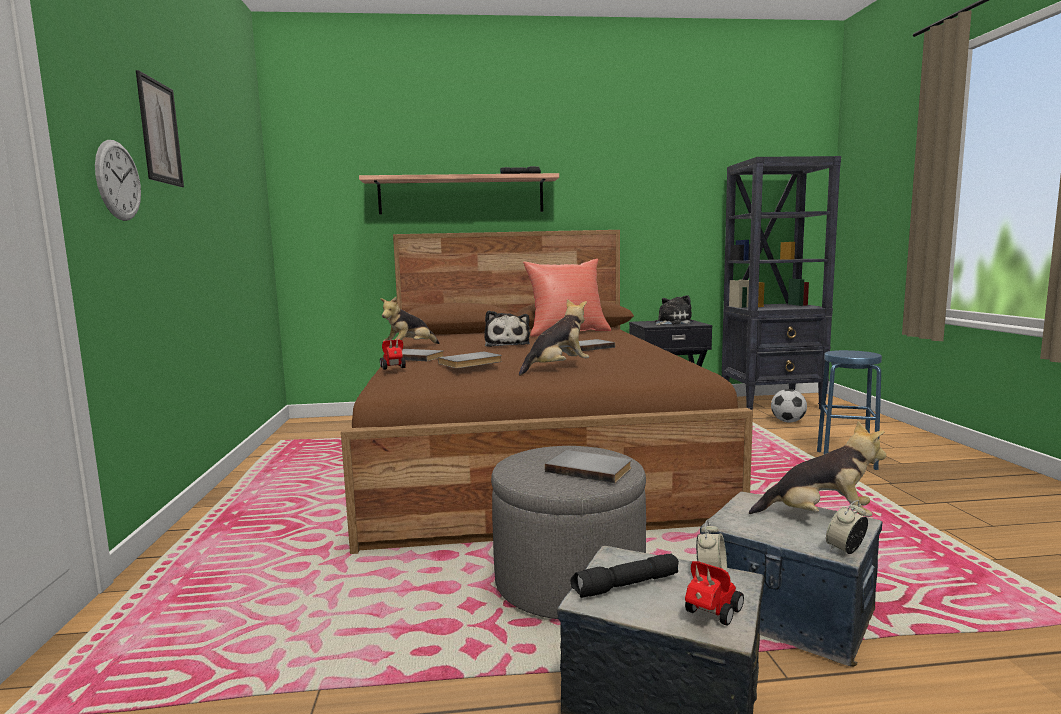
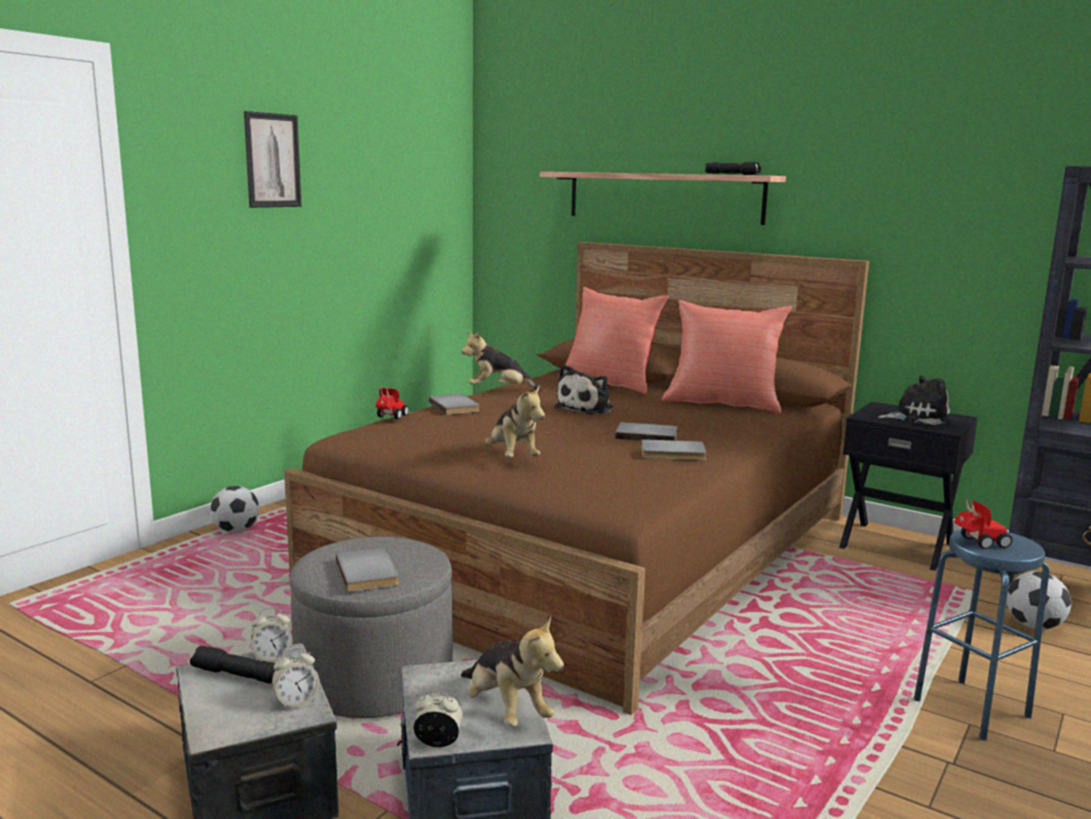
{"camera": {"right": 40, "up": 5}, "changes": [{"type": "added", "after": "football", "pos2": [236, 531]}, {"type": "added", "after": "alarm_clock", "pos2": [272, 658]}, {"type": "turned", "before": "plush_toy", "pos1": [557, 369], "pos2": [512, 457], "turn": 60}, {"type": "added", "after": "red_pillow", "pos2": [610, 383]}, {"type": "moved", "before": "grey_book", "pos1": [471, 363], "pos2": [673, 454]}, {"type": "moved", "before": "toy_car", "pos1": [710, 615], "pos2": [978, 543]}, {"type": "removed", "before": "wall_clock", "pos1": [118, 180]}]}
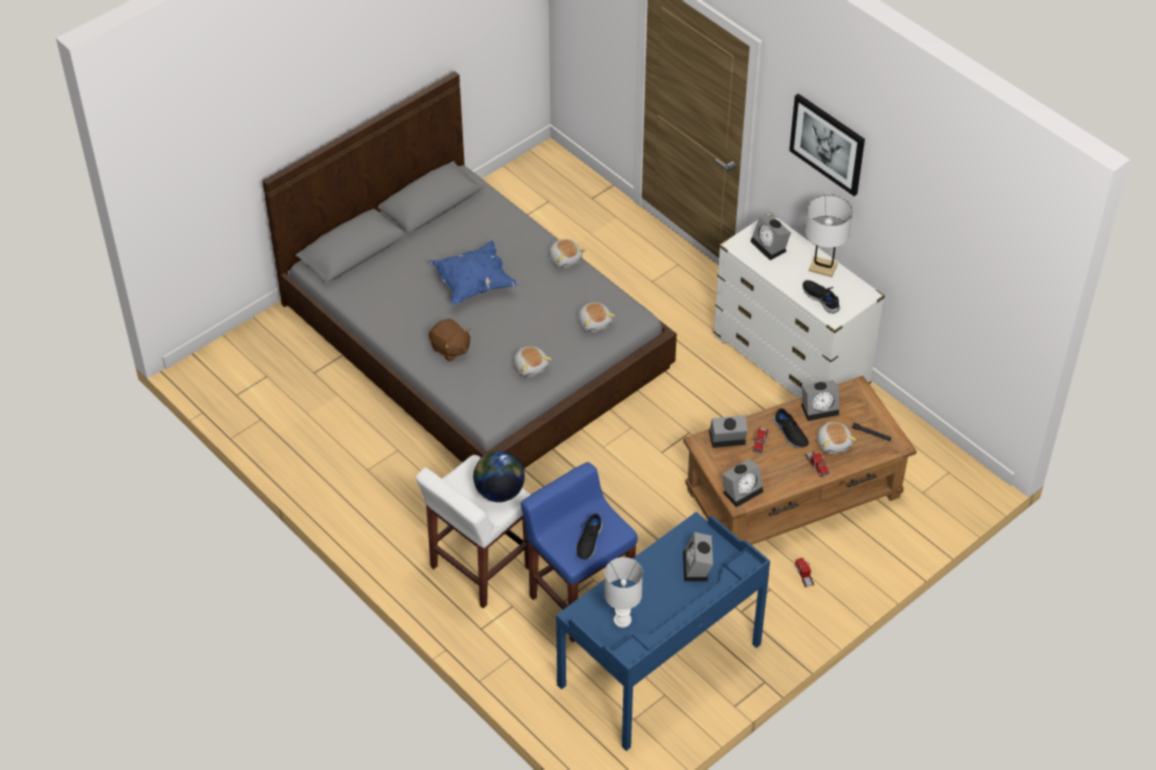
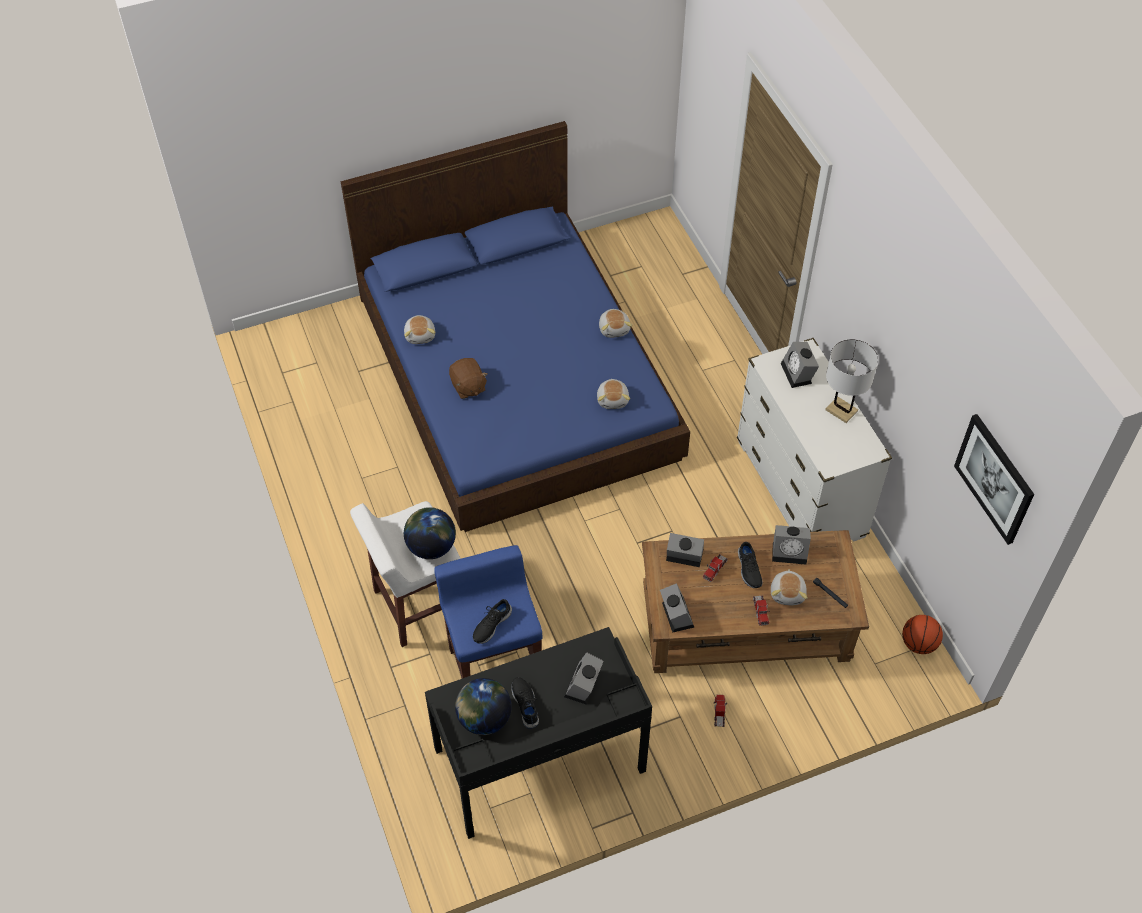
{"camera": {"right": 20, "up": 5}, "changes": [{"type": "recoloured", "before": "grey_bed", "after": "blue_bed", "pos1": [475, 334], "pos2": [517, 375]}, {"type": "moved", "before": "plush_toy", "pos1": [531, 367], "pos2": [420, 335]}, {"type": "recoloured", "before": "blue_desk", "after": "black_desk", "pos1": [660, 665], "pos2": [540, 761]}, {"type": "replaced", "before": "white_table_lamp", "after": "globe", "pos1": [621, 620], "pos2": [484, 719]}, {"type": "moved", "before": "black_shoe", "pos1": [821, 299], "pos2": [526, 704]}, {"type": "turned", "before": "alarm_clock", "pos1": [742, 490], "pos2": [675, 614], "turn": -90}, {"type": "added", "after": "basketball", "pos2": [919, 644]}, {"type": "moved", "before": "picture", "pos1": [827, 143], "pos2": [995, 478]}, {"type": "removed", "before": "blue_pillow", "pos1": [473, 284]}]}
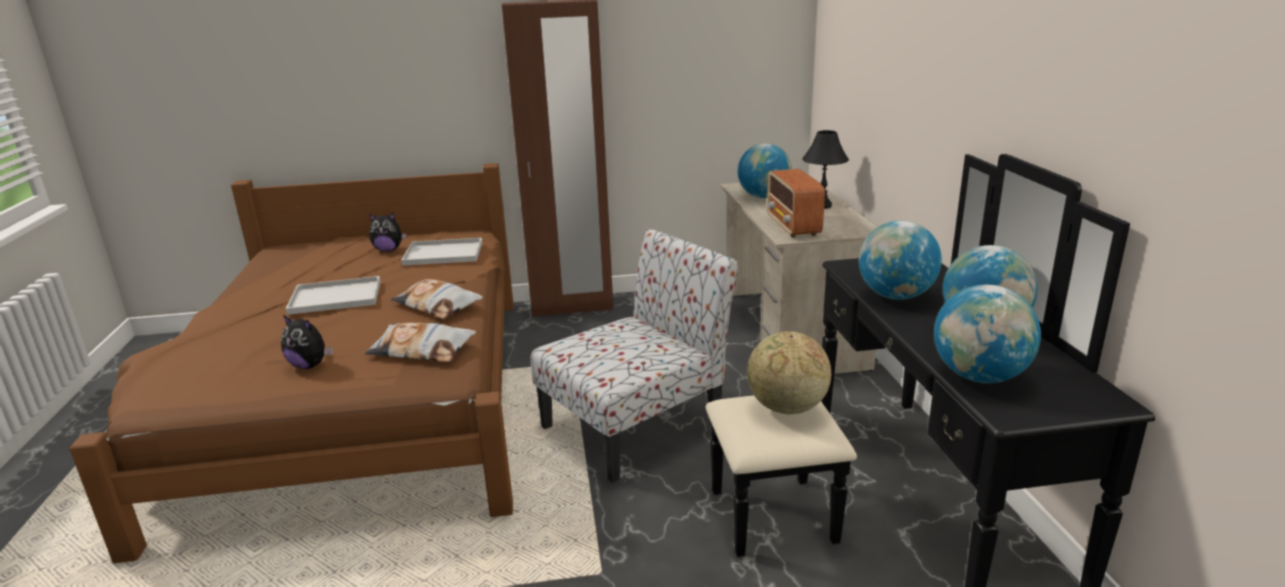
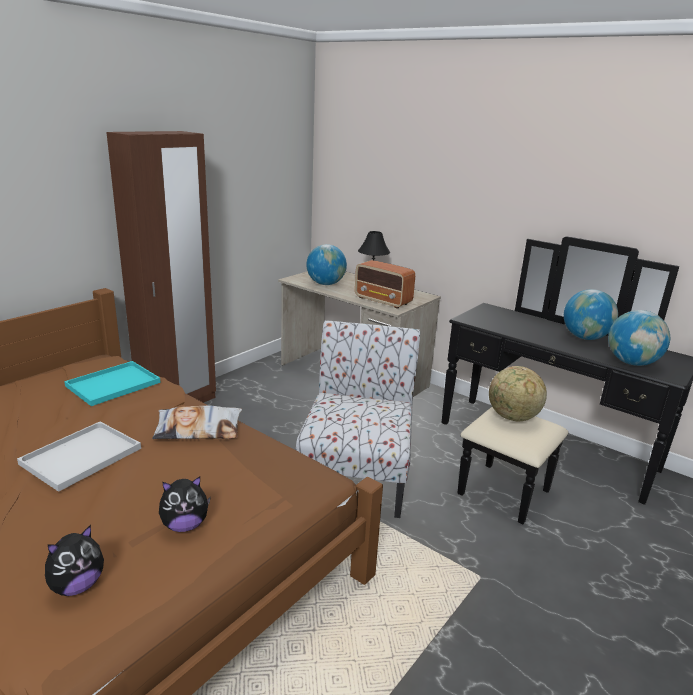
{"camera": {"right": -45, "up": 0}, "changes": [{"type": "moved", "before": "plush_toy", "pos1": [388, 250], "pos2": [77, 585]}, {"type": "recoloured", "before": "white_tray", "after": "turquoise_tray", "pos1": [441, 254], "pos2": [112, 385]}, {"type": "removed", "before": "pillow", "pos1": [422, 350]}, {"type": "removed", "before": "globe", "pos1": [895, 296]}]}
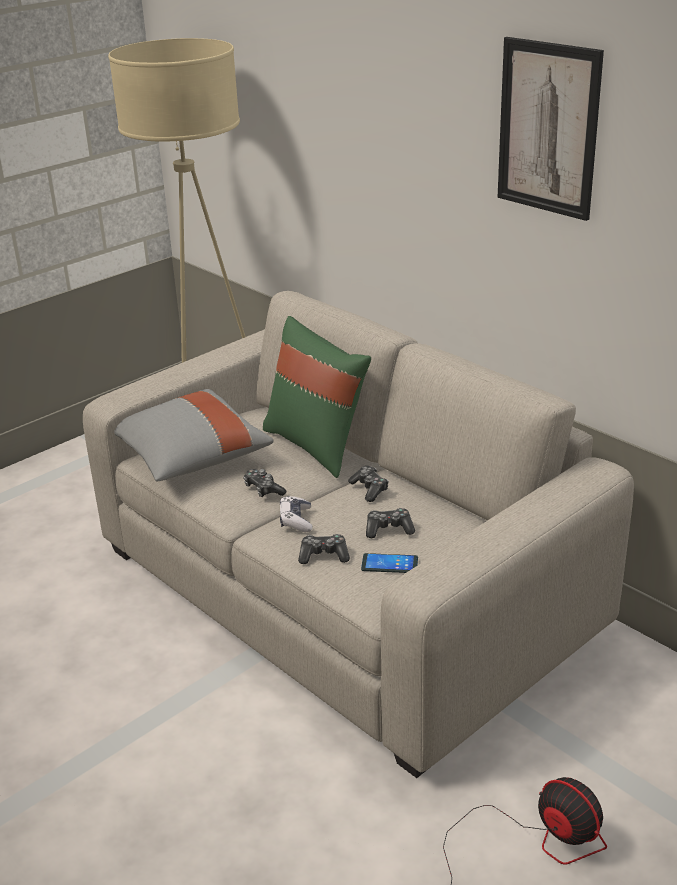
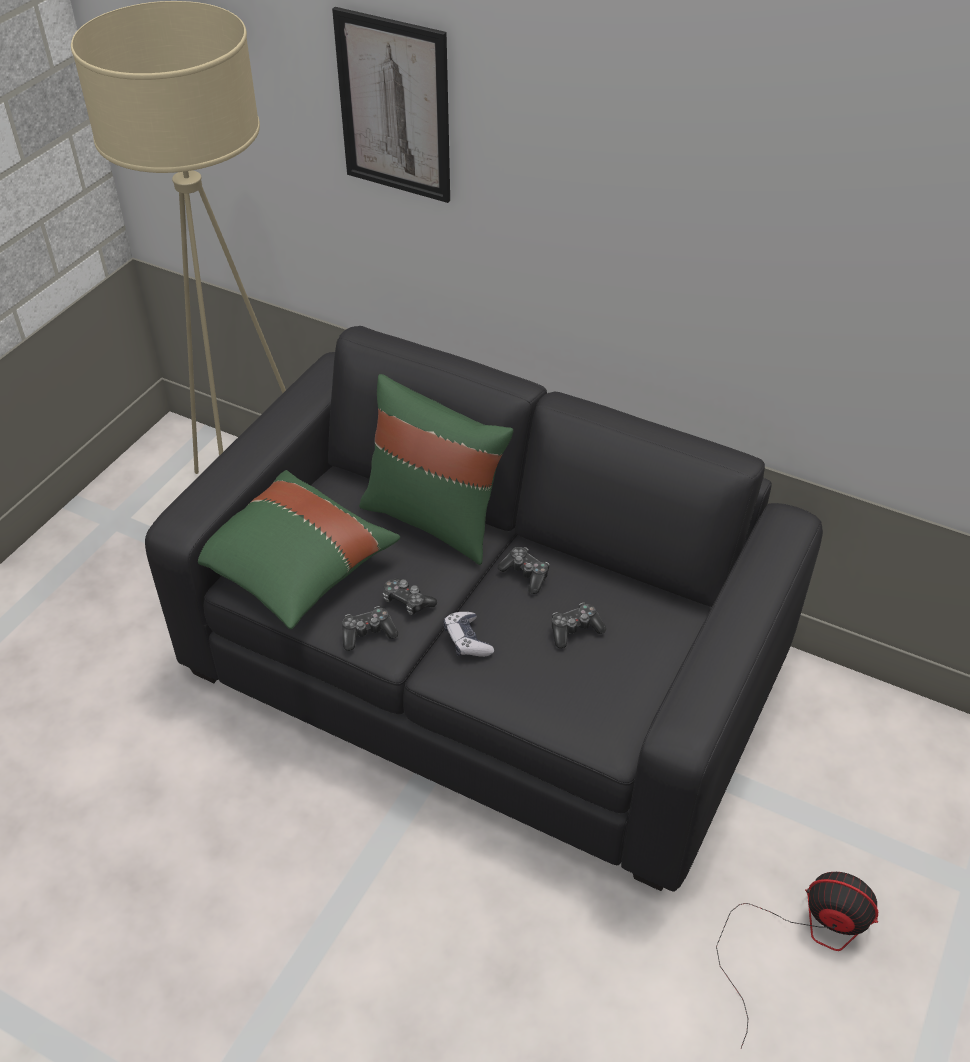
{"camera": {"right": -20, "up": 15}, "changes": [{"type": "recoloured", "before": "beige_sofa", "after": "black_sofa", "pos1": [344, 588], "pos2": [485, 666]}, {"type": "recoloured", "before": "grey_pillow", "after": "green_pillow", "pos1": [189, 456], "pos2": [293, 568]}, {"type": "moved", "before": "picture", "pos1": [548, 128], "pos2": [394, 107]}, {"type": "moved", "before": "game_controller", "pos1": [324, 555], "pos2": [367, 633]}, {"type": "removed", "before": "phone", "pos1": [389, 564]}]}
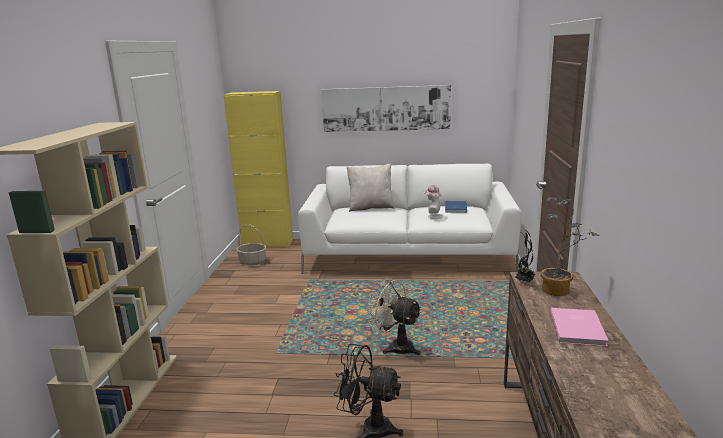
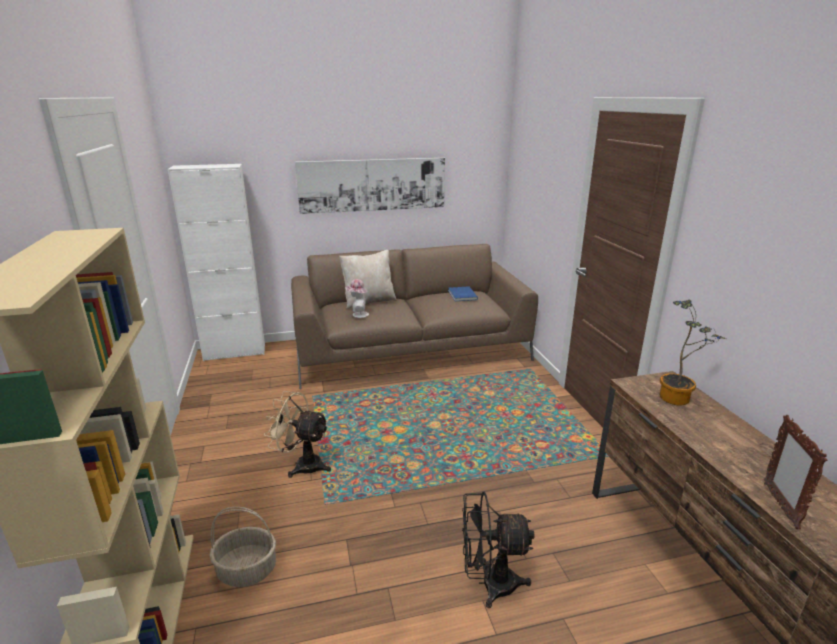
{"camera": {"right": -20, "up": 5}, "changes": [{"type": "recoloured", "before": "yellow_cabinet", "after": "white_cabinet", "pos1": [267, 243], "pos2": [235, 352]}, {"type": "moved", "before": "basket", "pos1": [253, 261], "pos2": [247, 569]}, {"type": "moved", "before": "beige_fan", "pos1": [396, 346], "pos2": [302, 465]}, {"type": "recoloured", "before": "white_sofa", "after": "brown_sofa", "pos1": [408, 255], "pos2": [410, 350]}, {"type": "moved", "before": "hat", "pos1": [433, 216], "pos2": [358, 314]}, {"type": "added", "after": "picture_frame", "pos2": [780, 505]}, {"type": "removed", "before": "potted_plant", "pos1": [524, 281]}, {"type": "removed", "before": "pink_book", "pos1": [578, 328]}]}
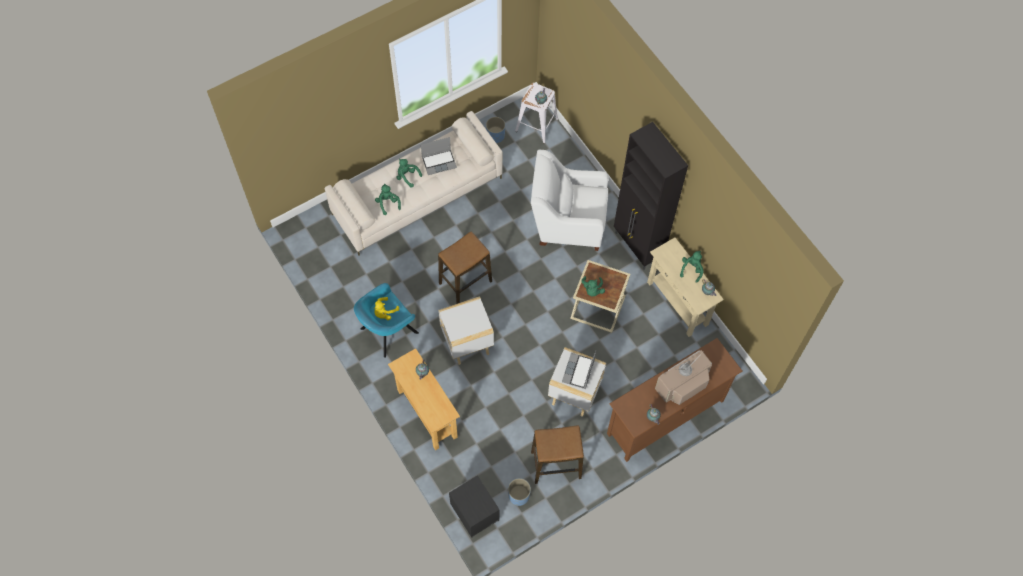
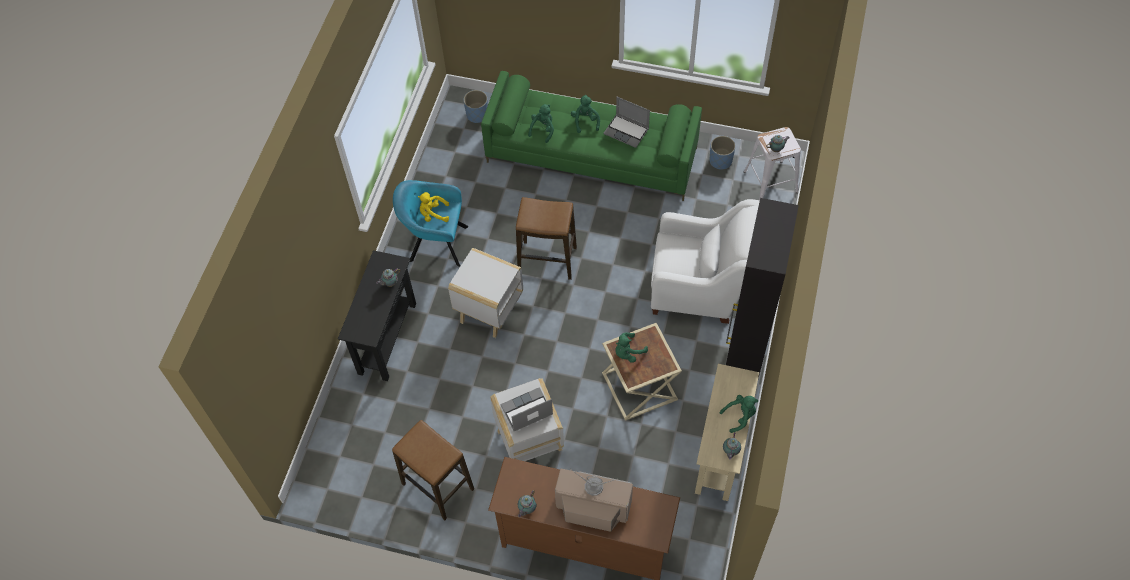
{"camera": {"right": 50, "up": -5}, "changes": [{"type": "recoloured", "before": "beige_console_table", "after": "black_console_table", "pos1": [427, 413], "pos2": [387, 338]}, {"type": "moved", "before": "blue_planter", "pos1": [519, 495], "pos2": [477, 115]}, {"type": "recoloured", "before": "beige_sofa", "after": "green_sofa", "pos1": [417, 195], "pos2": [592, 155]}, {"type": "turned", "before": "white_armchair", "pos1": [567, 222], "pos2": [699, 287], "turn": 135}, {"type": "removed", "before": "black_nightstand", "pos1": [474, 512]}]}
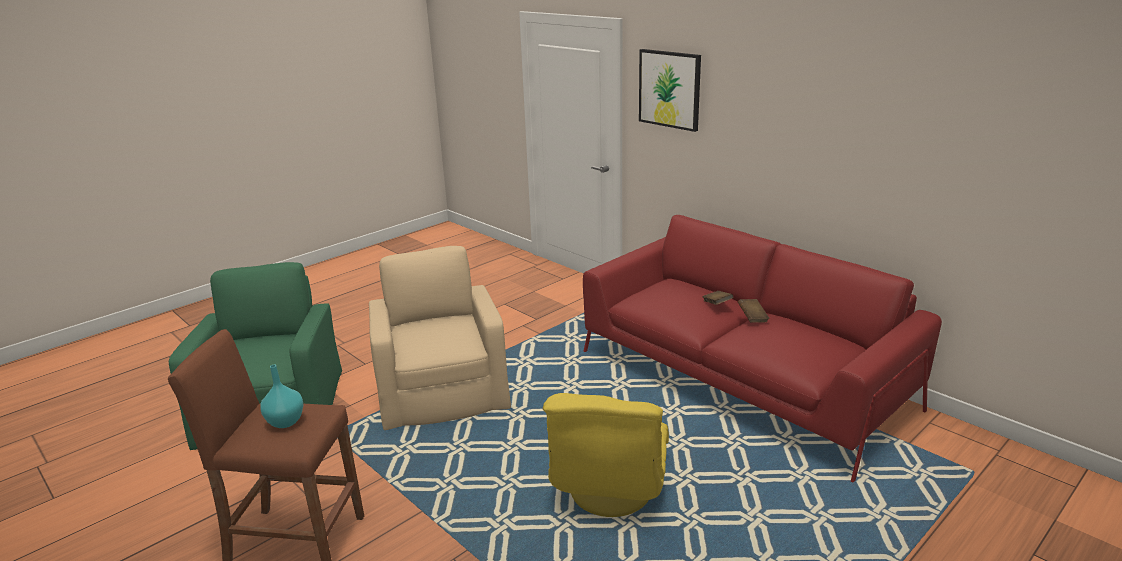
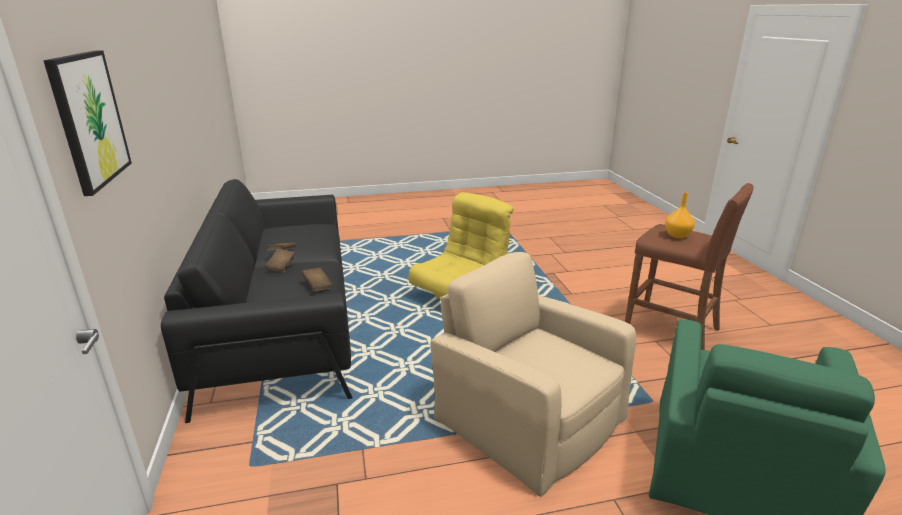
{"camera": {"right": -150, "up": 0}, "changes": [{"type": "recoloured", "before": "red_sofa", "after": "black_sofa", "pos1": [741, 379], "pos2": [281, 320]}, {"type": "added", "after": "brown_book", "pos2": [317, 286]}, {"type": "turned", "before": "beige_armchair", "pos1": [441, 386], "pos2": [527, 416], "turn": 120}, {"type": "recoloured", "before": "turquoise_vase", "after": "orange_vase", "pos1": [286, 421], "pos2": [676, 235]}]}
